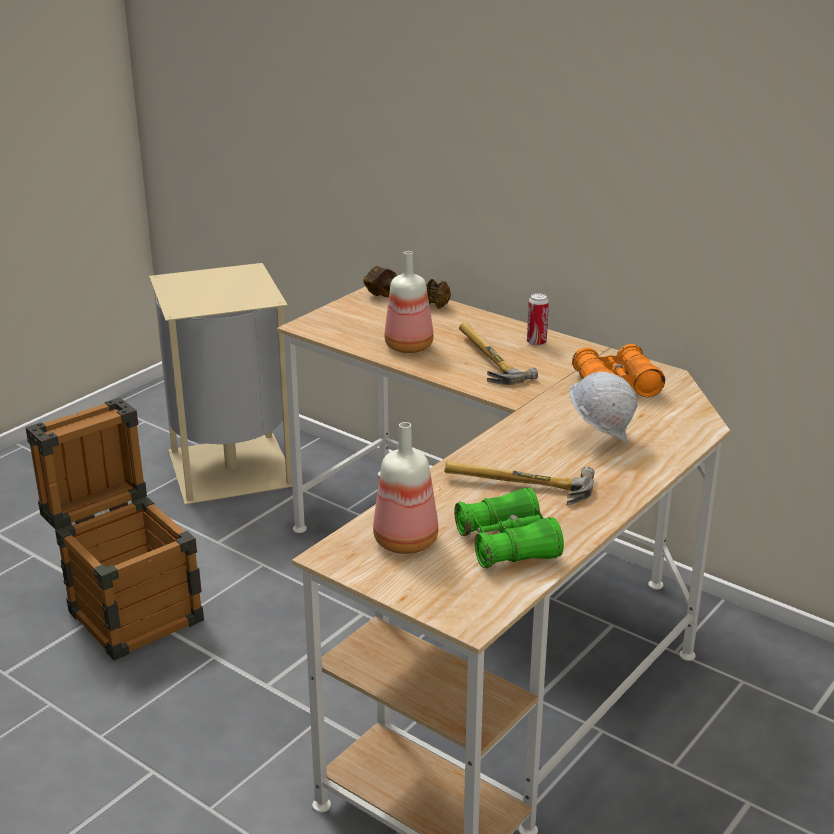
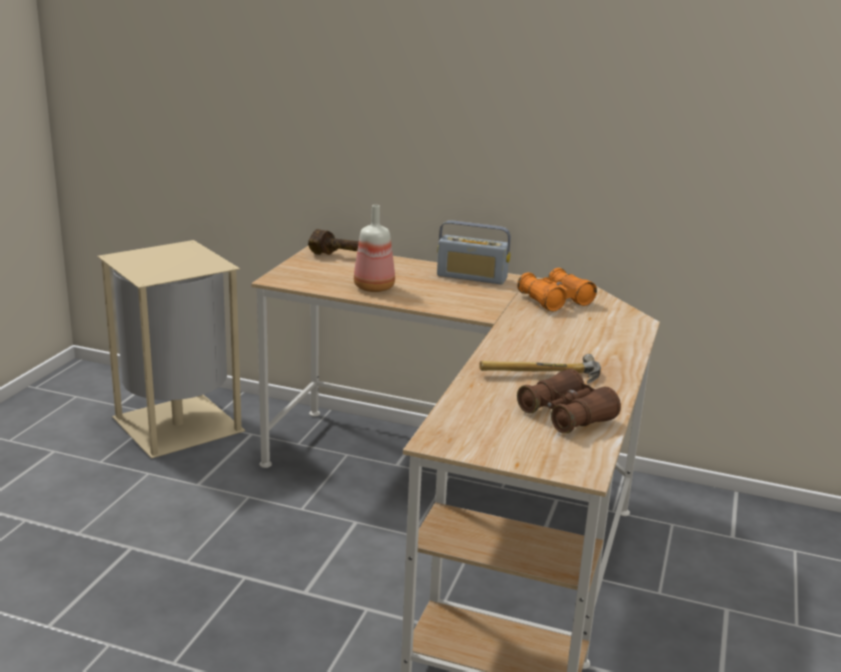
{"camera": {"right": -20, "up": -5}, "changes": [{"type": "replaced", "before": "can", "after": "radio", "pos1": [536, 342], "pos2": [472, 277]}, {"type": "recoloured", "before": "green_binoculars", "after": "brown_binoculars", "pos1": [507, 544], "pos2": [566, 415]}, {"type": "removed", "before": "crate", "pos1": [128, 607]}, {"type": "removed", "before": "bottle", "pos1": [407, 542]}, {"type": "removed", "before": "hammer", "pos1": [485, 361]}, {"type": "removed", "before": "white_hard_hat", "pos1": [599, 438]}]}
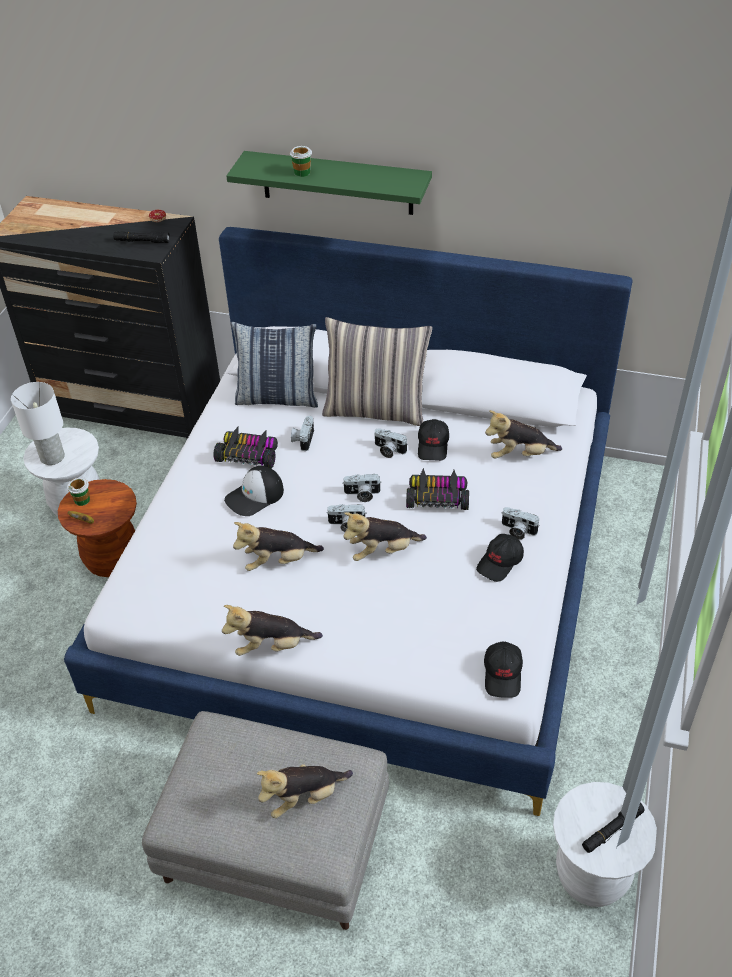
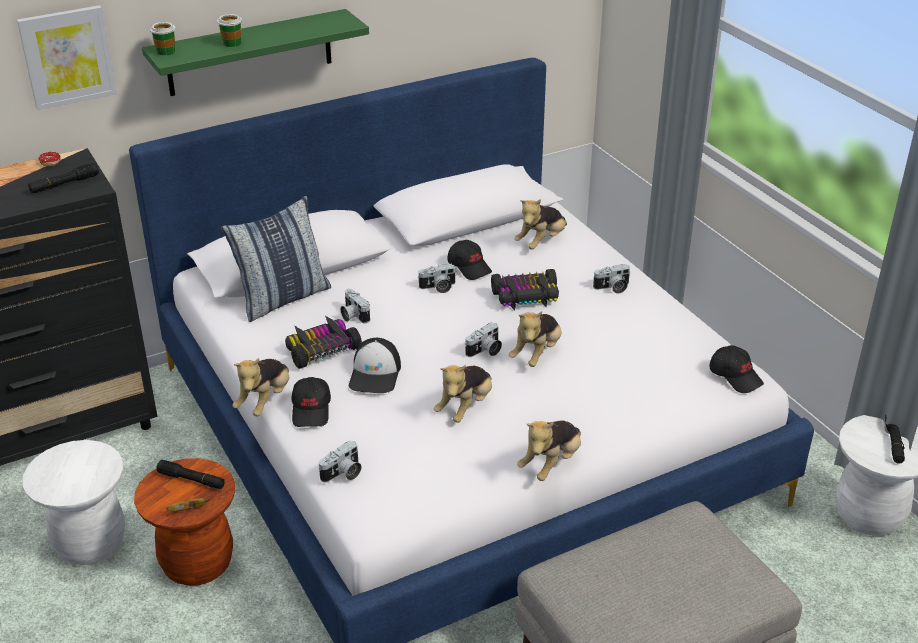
{"camera": {"right": -45, "up": -10}, "changes": [{"type": "added", "after": "picture", "pos2": [67, 56]}, {"type": "moved", "before": "cup", "pos1": [82, 500], "pos2": [166, 51]}, {"type": "added", "after": "black_flashlight", "pos2": [191, 480]}, {"type": "moved", "before": "plush_toy", "pos1": [304, 797], "pos2": [265, 401]}, {"type": "moved", "before": "black_cap", "pos1": [500, 563], "pos2": [312, 410]}, {"type": "moved", "before": "photo_camera", "pos1": [362, 494], "pos2": [343, 474]}, {"type": "turned", "before": "toy_car", "pos1": [437, 497], "pos2": [526, 297], "turn": -150}, {"type": "removed", "before": "white_table_lamp", "pos1": [51, 457]}, {"type": "removed", "before": "pillow", "pos1": [376, 409]}]}
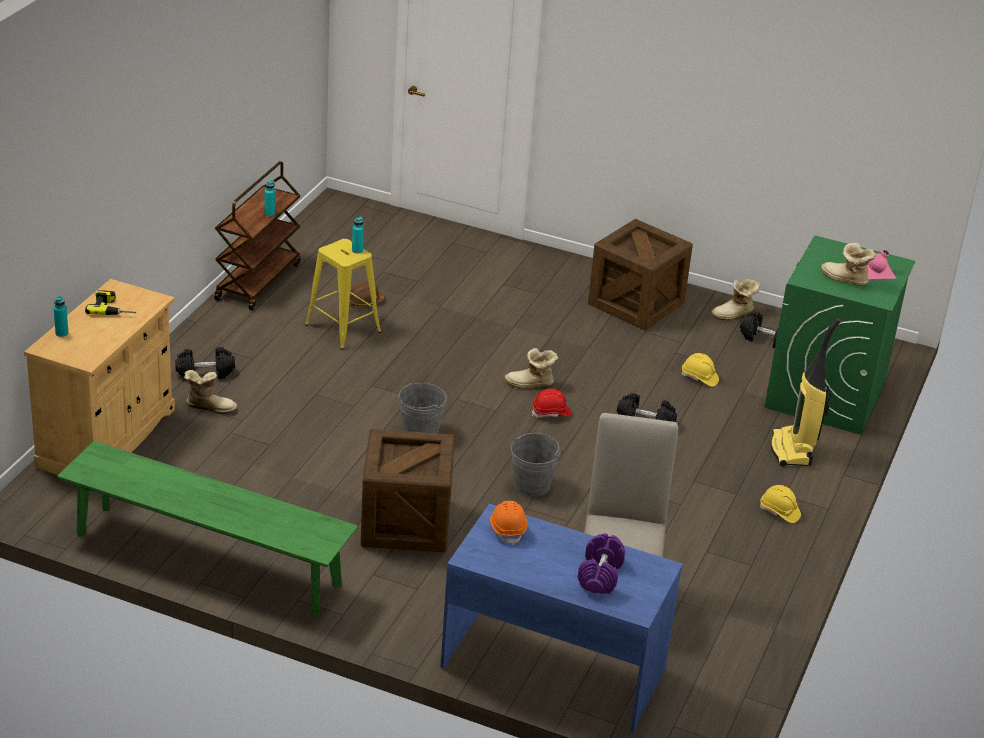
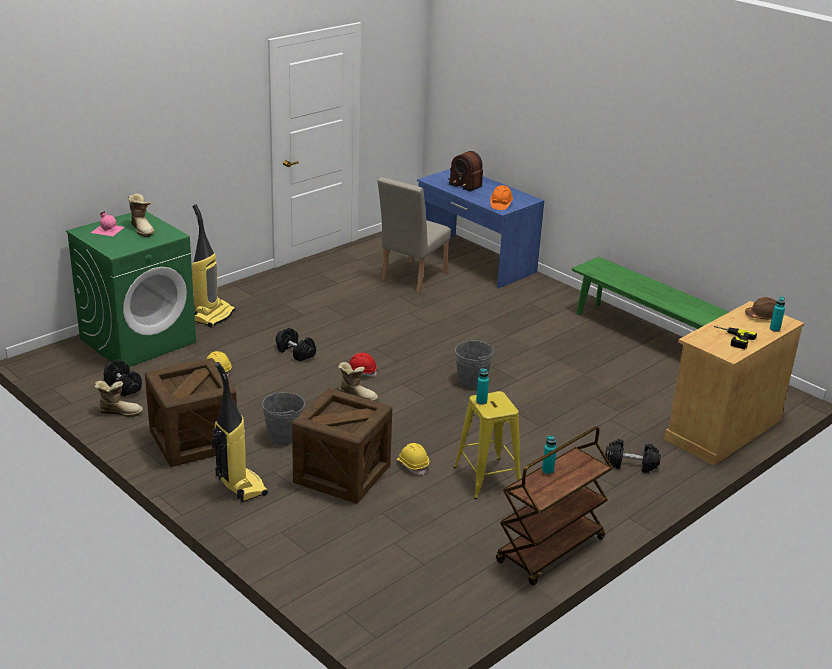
{"camera": {"right": -155, "up": -5}, "changes": [{"type": "added", "after": "vacuum_cleaner", "pos2": [240, 486]}, {"type": "moved", "before": "grey_bucket", "pos1": [532, 485], "pos2": [283, 436]}, {"type": "moved", "before": "crate", "pos1": [406, 523], "pos2": [342, 474]}, {"type": "moved", "before": "yellow_hard_hat", "pos1": [779, 512], "pos2": [412, 465]}, {"type": "replaced", "before": "purple_dumbbell", "after": "radio", "pos1": [600, 575], "pos2": [465, 183]}, {"type": "moved", "before": "brown_hard_hat", "pos1": [365, 301], "pos2": [763, 316]}, {"type": "removed", "before": "boot", "pos1": [210, 407]}]}
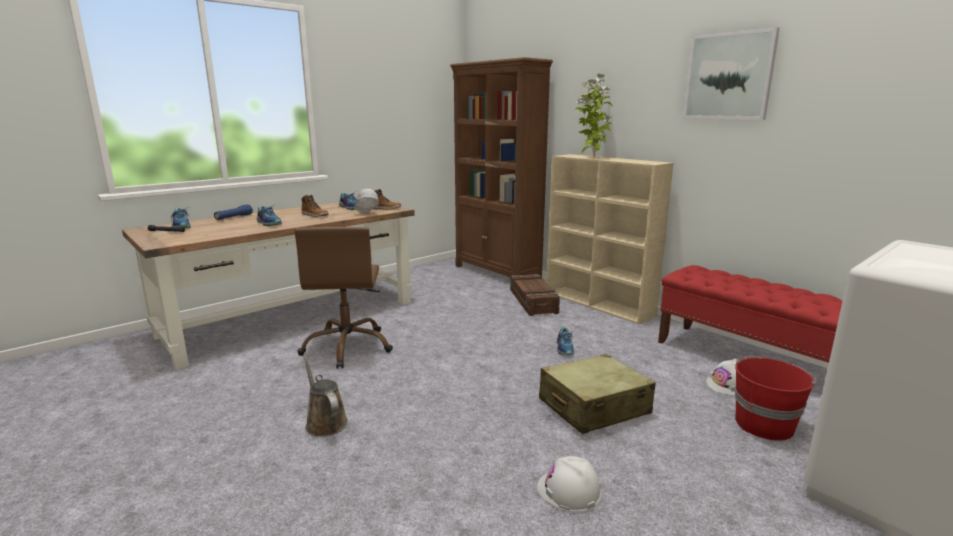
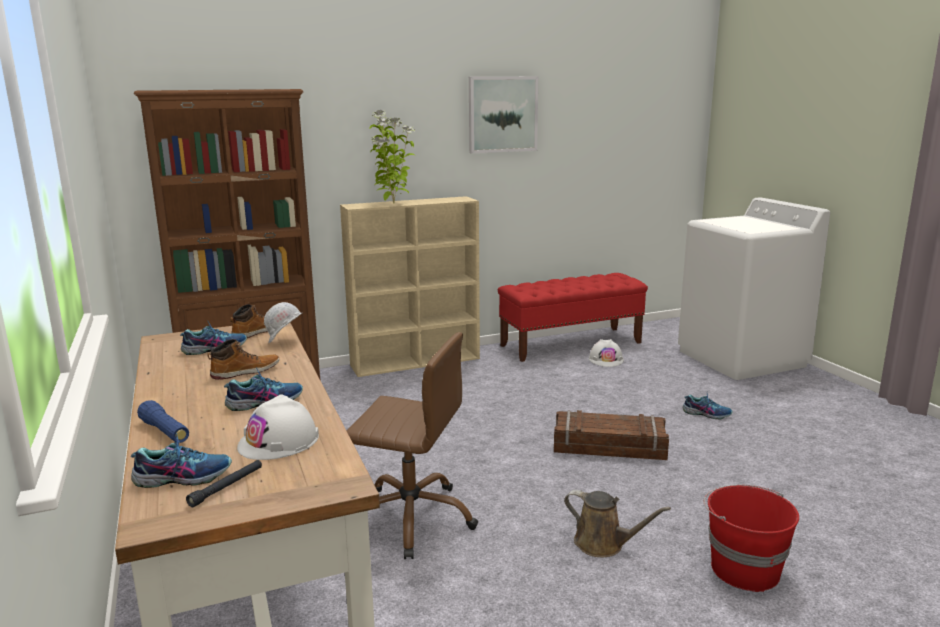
{"camera": {"right": -70, "up": 0}, "changes": [{"type": "moved", "before": "white_hard_hat", "pos1": [569, 490], "pos2": [279, 441]}, {"type": "moved", "before": "crate", "pos1": [532, 301], "pos2": [609, 447]}, {"type": "turned", "before": "brown_watering_can", "pos1": [325, 422], "pos2": [603, 544], "turn": -135}, {"type": "moved", "before": "shoe", "pos1": [565, 348], "pos2": [706, 414]}, {"type": "moved", "before": "red_bucket", "pos1": [764, 424], "pos2": [743, 569]}, {"type": "removed", "before": "beige_suitcase", "pos1": [593, 407]}]}
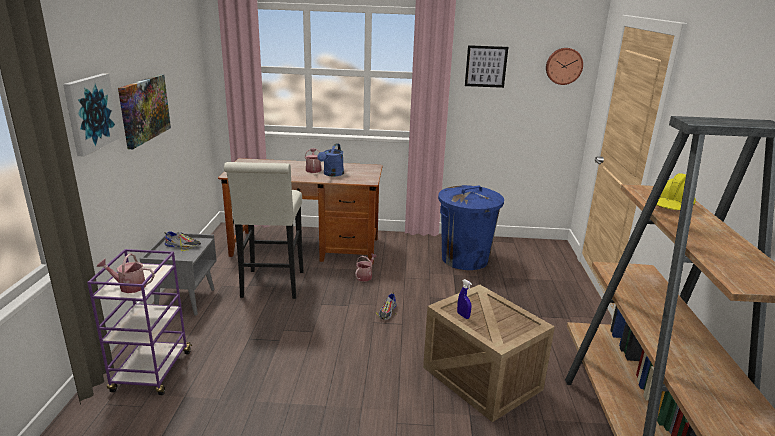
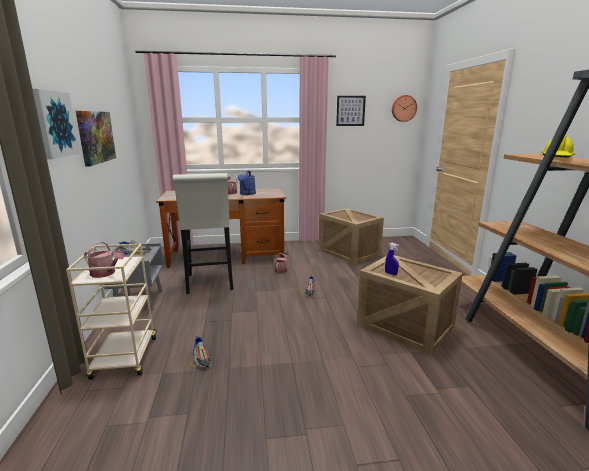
{"camera": {"right": -10, "up": -5}, "changes": [{"type": "recoloured", "before": "purple_cart", "after": "beige_cart", "pos1": [152, 373], "pos2": [125, 358]}, {"type": "turned", "before": "watering_can", "pos1": [129, 286], "pos2": [105, 273], "turn": -150}, {"type": "added", "after": "shoe", "pos2": [201, 358]}, {"type": "replaced", "before": "blue_trash_can", "after": "crate", "pos1": [465, 259], "pos2": [350, 252]}]}
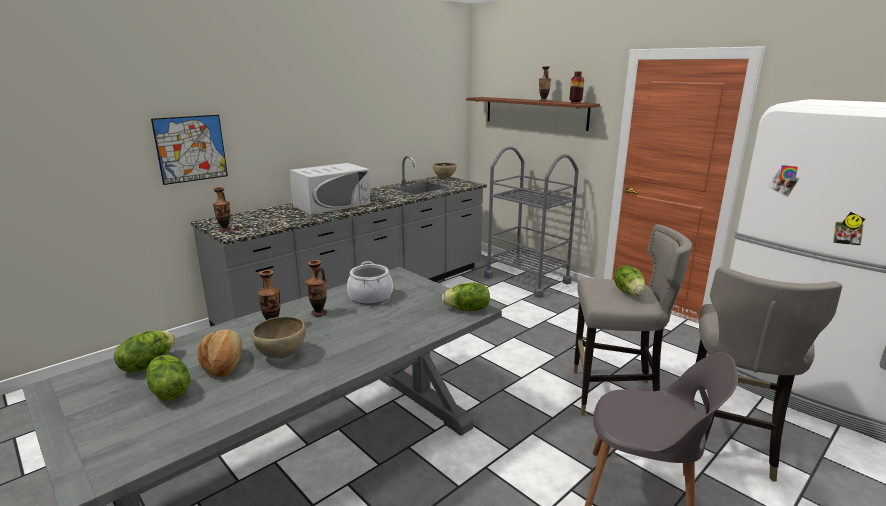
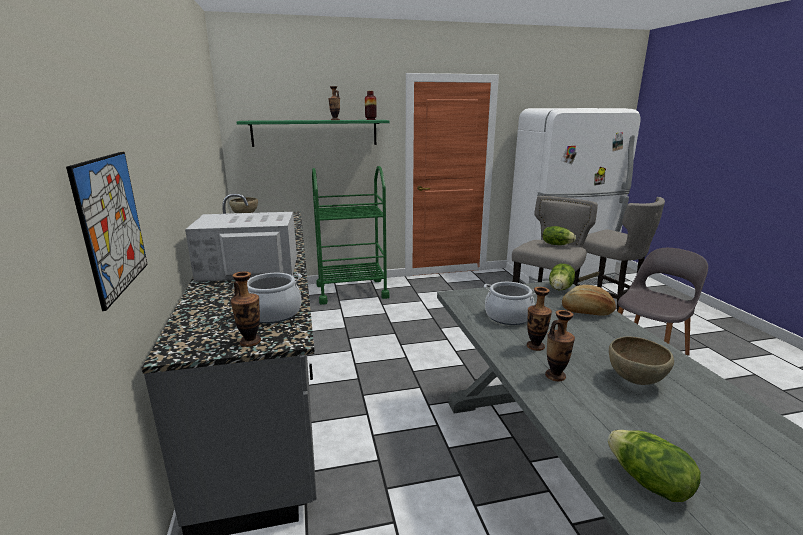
{"camera": {"right": -60, "up": 0}, "changes": [{"type": "turned", "before": "white_microwave", "pos1": [332, 205], "pos2": [248, 268], "turn": -90}, {"type": "recoloured", "before": "brown_shelf", "after": "green_shelf", "pos1": [534, 112], "pos2": [315, 133]}, {"type": "added", "after": "cooking_pot", "pos2": [273, 313]}, {"type": "recoloured", "before": "grey_cart", "after": "green_cart", "pos1": [527, 280], "pos2": [352, 291]}, {"type": "moved", "before": "bread", "pos1": [224, 364], "pos2": [587, 311]}, {"type": "removed", "before": "lettuce", "pos1": [169, 392]}]}
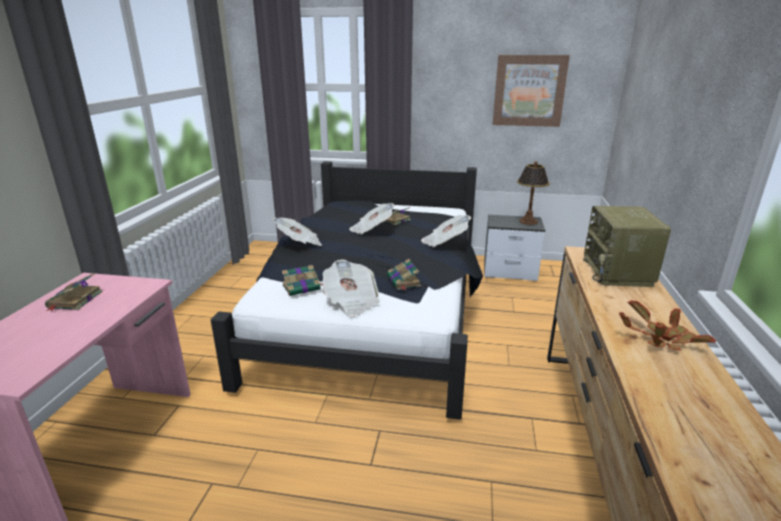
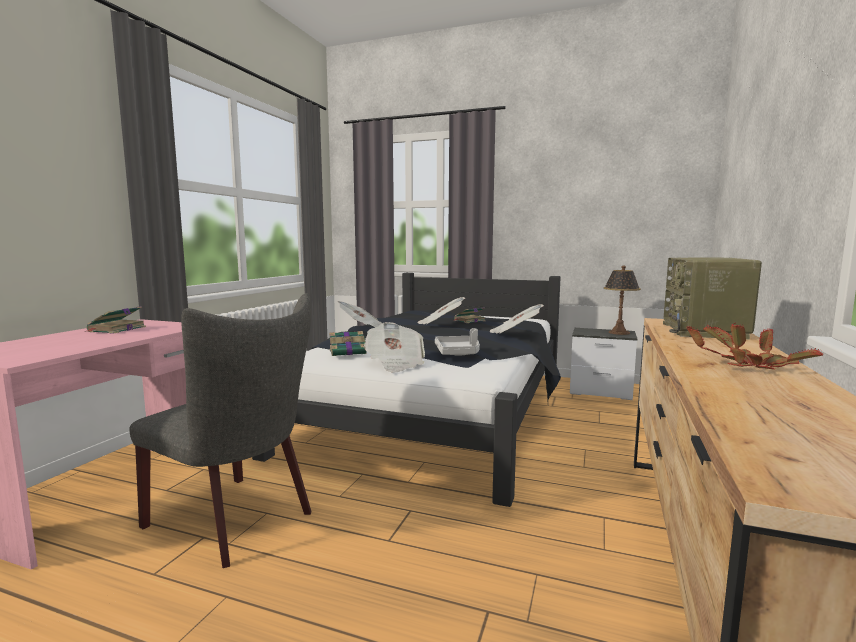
{"camera": {"right": 10, "up": -15}, "changes": [{"type": "added", "after": "grey_chair", "pos2": [237, 521]}, {"type": "replaced", "before": "book", "after": "grey_tray", "pos1": [404, 282], "pos2": [458, 353]}, {"type": "removed", "before": "picture", "pos1": [529, 91]}]}
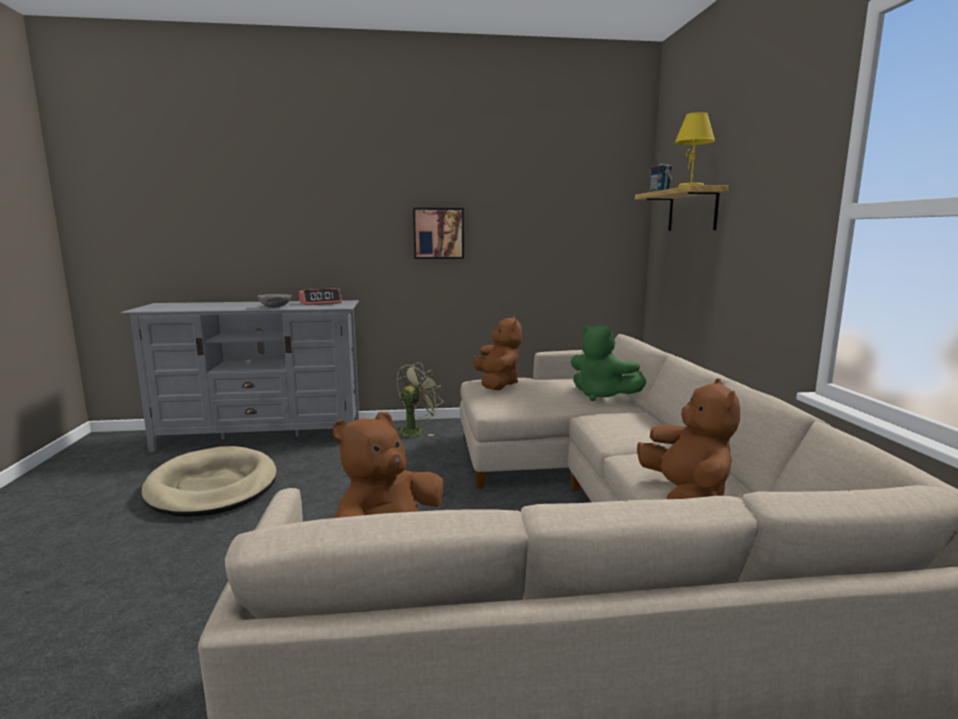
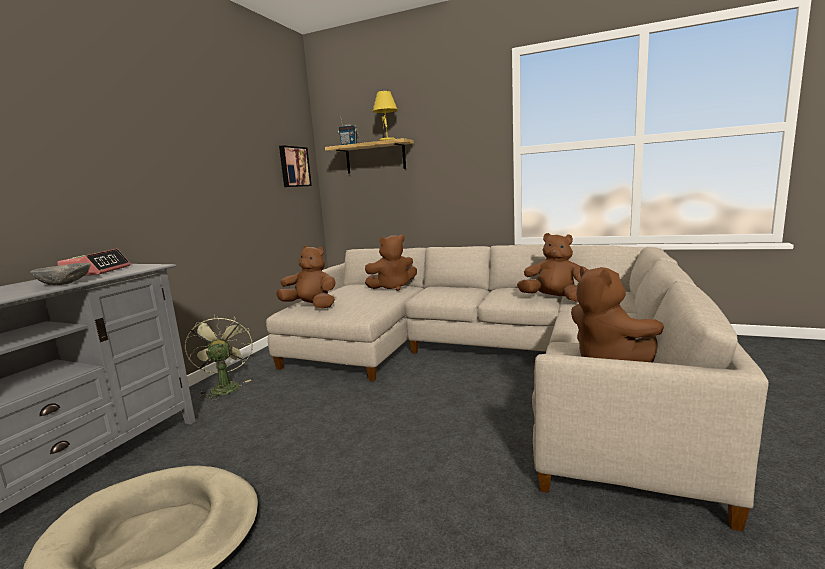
{"camera": {"right": -60, "up": 0}, "changes": [{"type": "moved", "before": "picture", "pos1": [438, 233], "pos2": [294, 167]}, {"type": "recoloured", "before": "green_plush_toy", "after": "brown_plush_toy", "pos1": [602, 396], "pos2": [392, 287]}]}
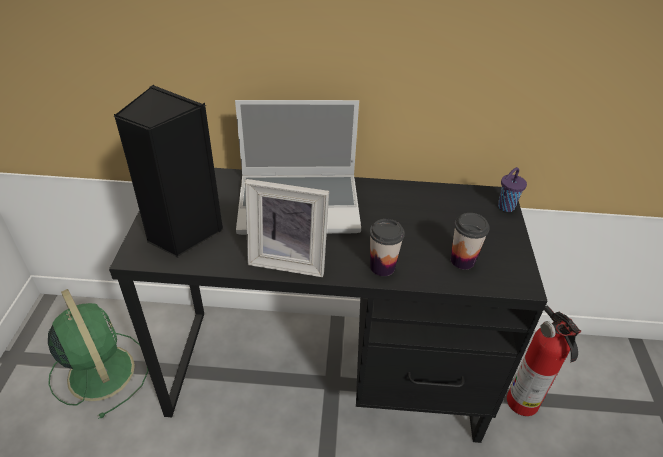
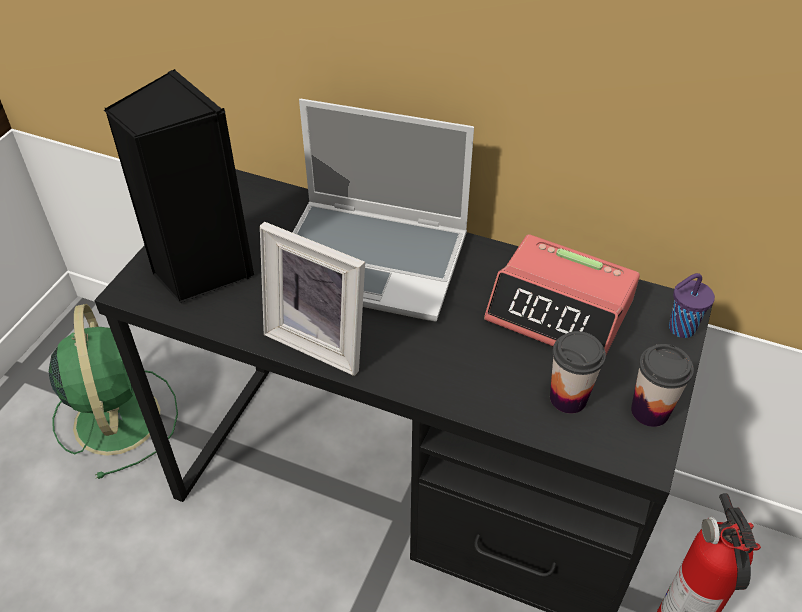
{"camera": {"right": 20, "up": 5}, "changes": [{"type": "added", "after": "alarm_clock", "pos2": [560, 311]}, {"type": "moved", "before": "cup", "pos1": [382, 267], "pos2": [650, 411]}]}
